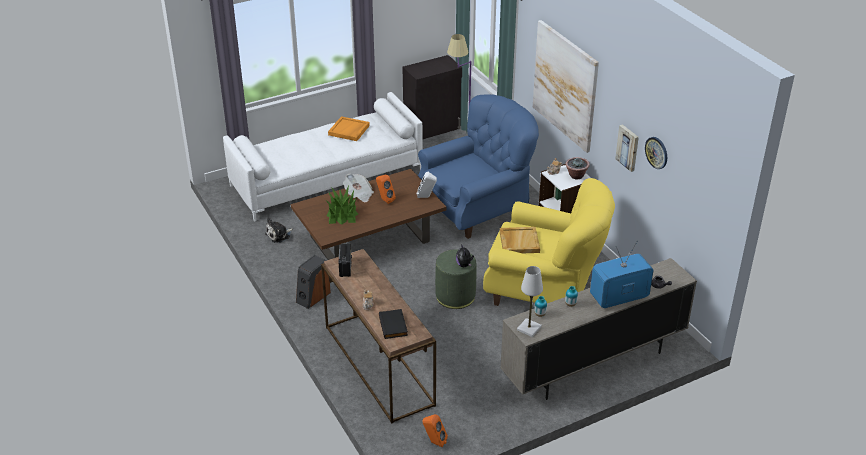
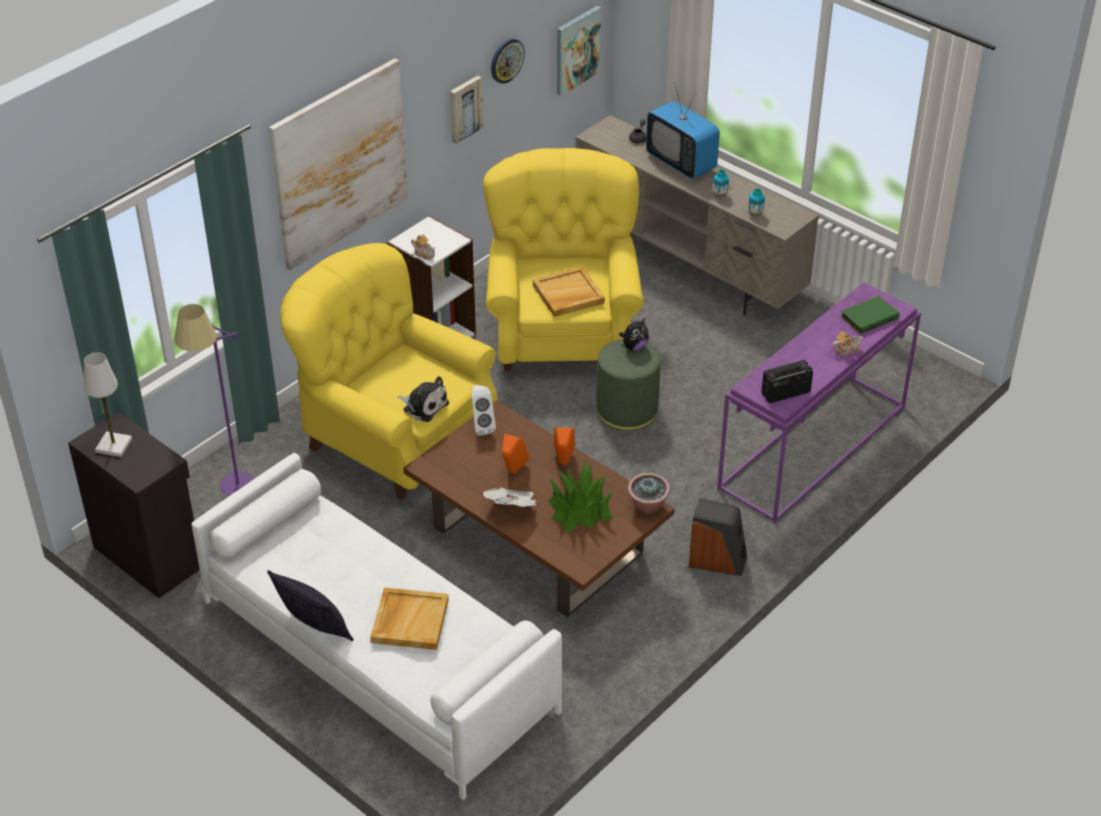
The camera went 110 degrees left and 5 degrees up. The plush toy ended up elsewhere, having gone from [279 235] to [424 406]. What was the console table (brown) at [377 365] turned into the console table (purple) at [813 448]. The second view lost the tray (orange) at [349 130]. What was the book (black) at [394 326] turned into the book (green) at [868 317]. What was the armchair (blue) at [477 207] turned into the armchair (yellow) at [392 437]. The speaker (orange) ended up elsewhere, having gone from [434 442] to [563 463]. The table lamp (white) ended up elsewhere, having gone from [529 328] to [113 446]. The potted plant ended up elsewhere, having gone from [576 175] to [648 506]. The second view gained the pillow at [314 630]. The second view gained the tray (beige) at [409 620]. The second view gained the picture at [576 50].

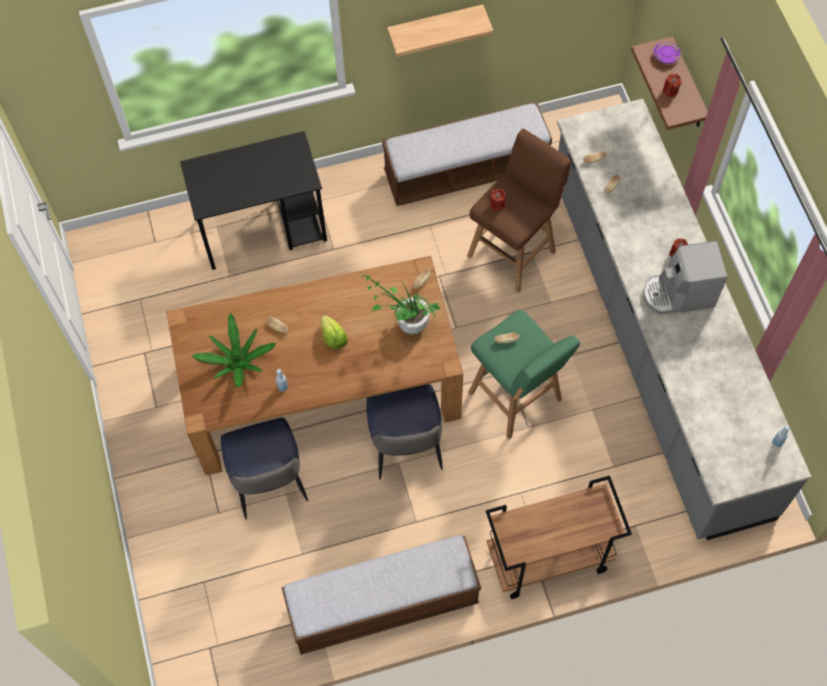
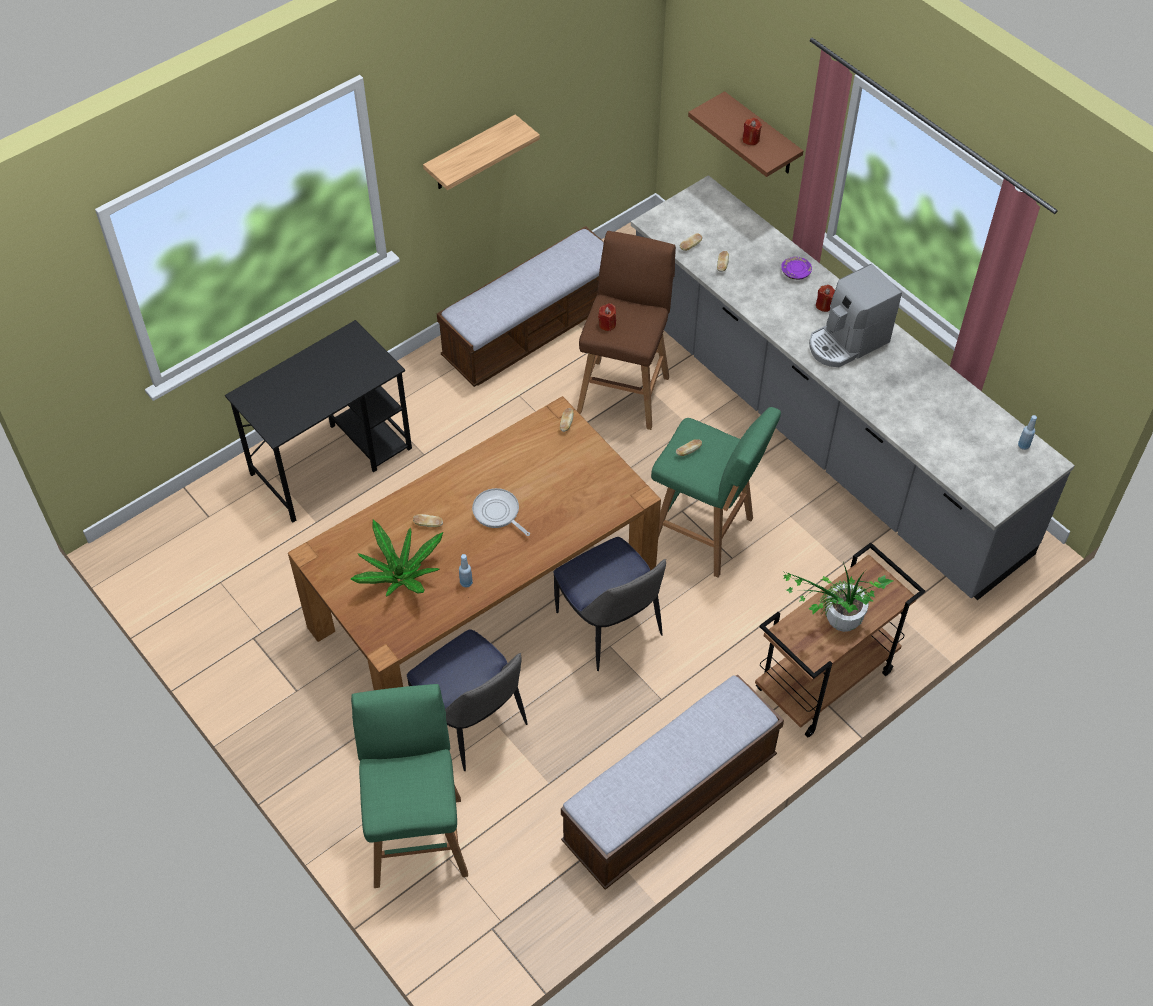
The camera went 25 degrees left and 10 degrees down. Where the lettuce stood at [333 338], the frying pan came to stand at [498 513]. The potted plant ended up elsewhere, having gone from [406 324] to [834 622]. The plate (purple) ended up elsewhere, having gone from [665 56] to [795 272]. The second view gained the stool (green) at [417 837].

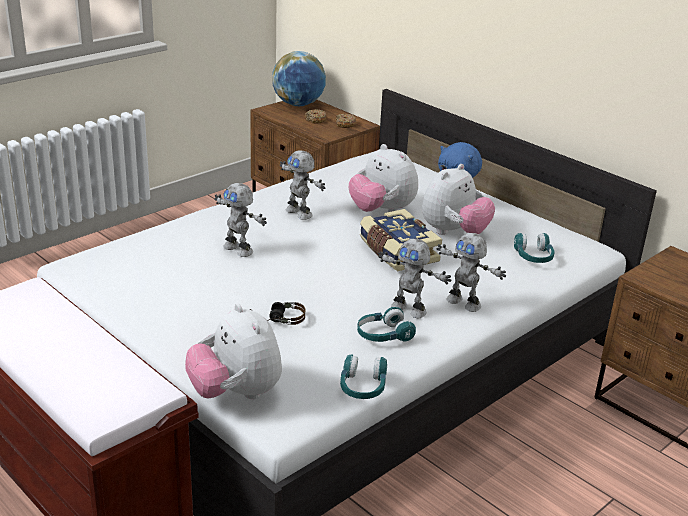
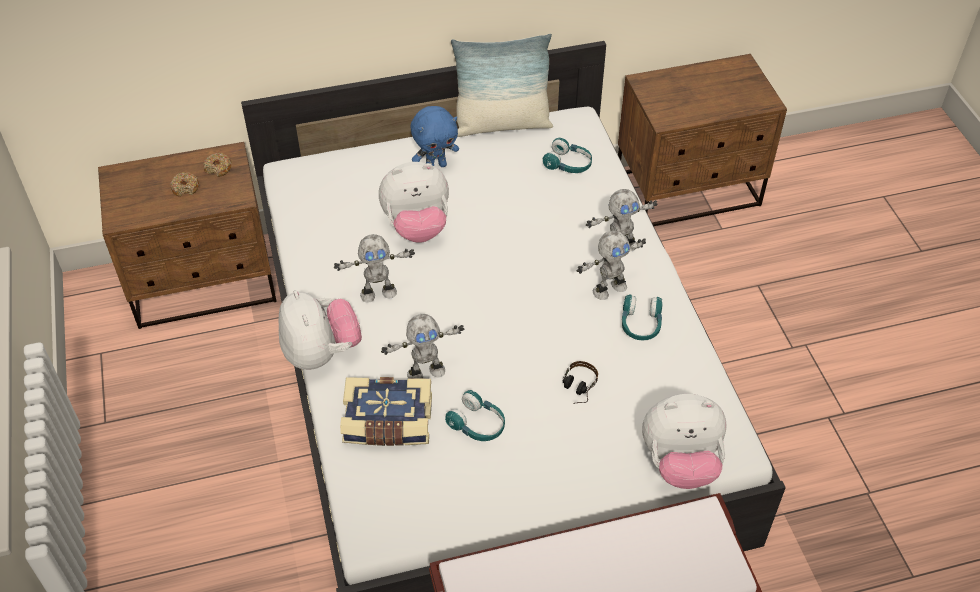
The camera went 60 degrees left and 20 degrees up. The second view lost the globe at [298 104]. The headphones (turquoise) ended up elsewhere, having gone from [362 387] to [477 424]. The book ended up elsewhere, having gone from [397 252] to [388 423]. The plush toy ended up elsewhere, having gone from [454 233] to [321 353]. The second view gained the pillow at [502 125].

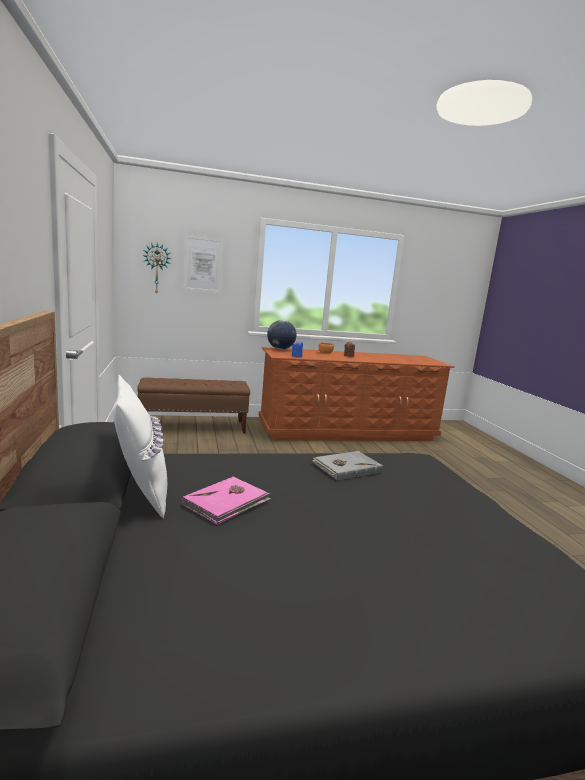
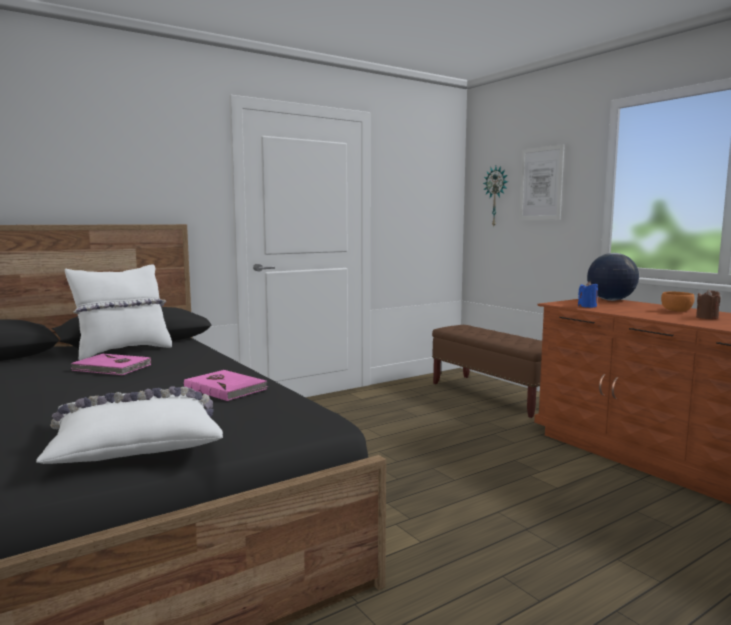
The camera went 70 degrees right and 5 degrees down. What was the book (grey) at [346 467] turned into the book (pink) at [226 388]. The second view gained the pillow (white) at [136 441].

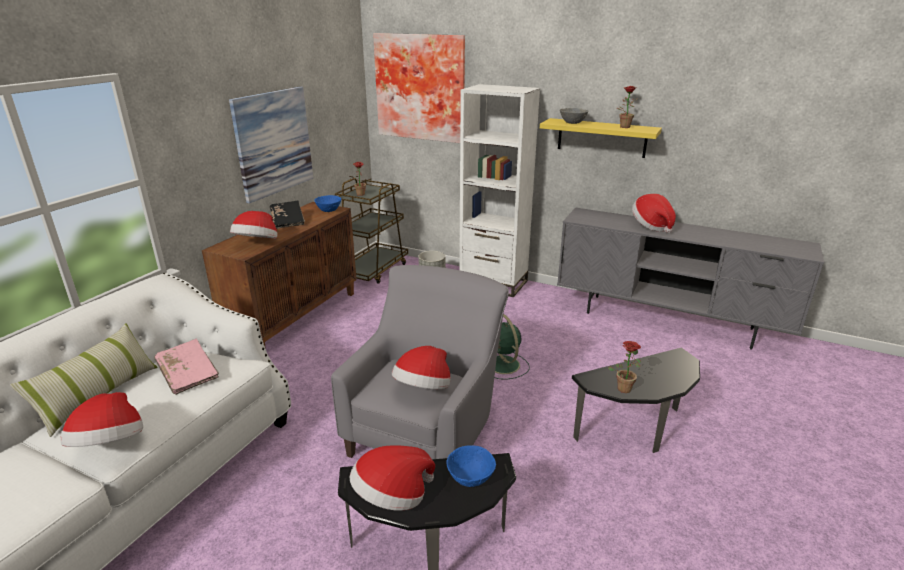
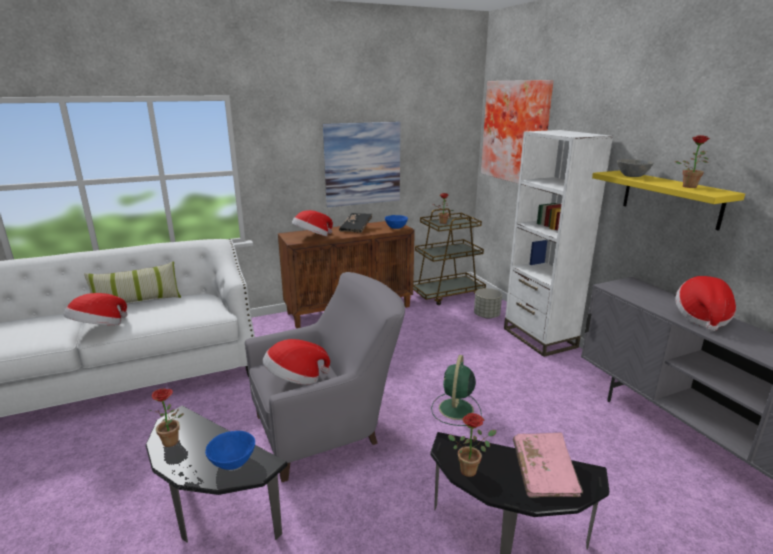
The camera went 40 degrees right and 5 degrees down. The book (pink) ended up elsewhere, having gone from [188 374] to [544 473]. Where the hat stood at [392 497], the potted plant came to stand at [174 442].

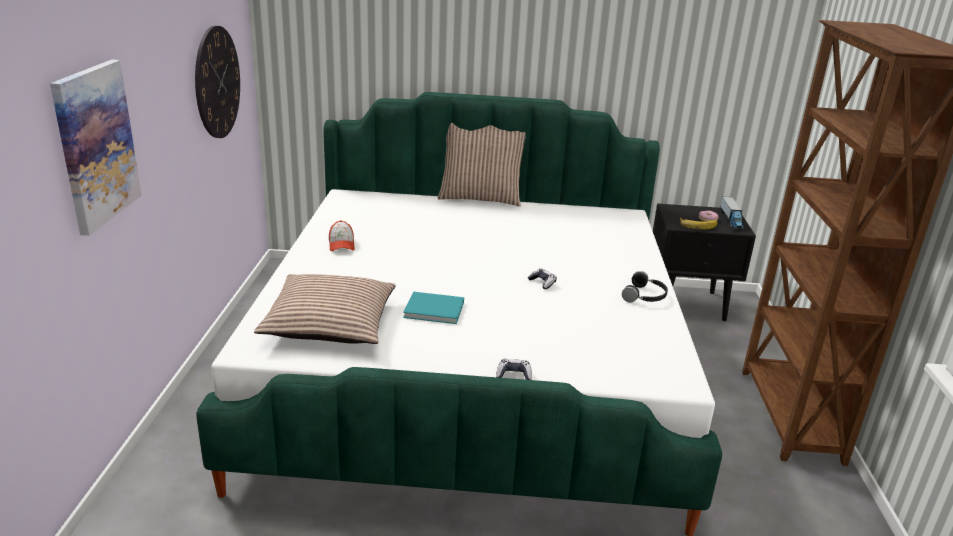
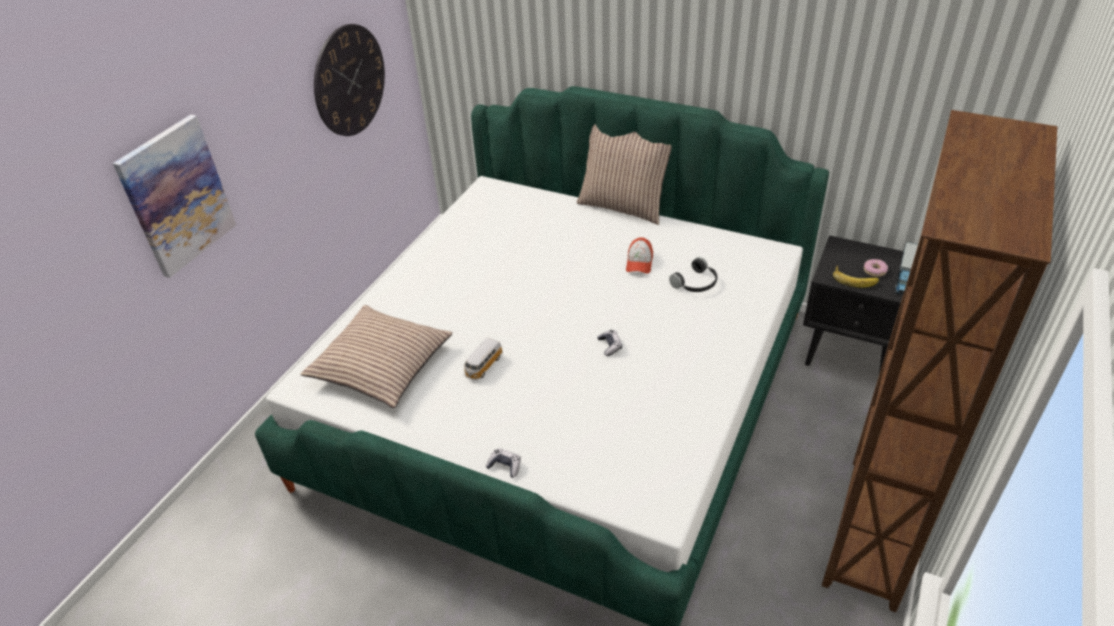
The camera went 25 degrees right and 15 degrees up. The cap ended up elsewhere, having gone from [341 244] to [639 262]. Where the book (turquoise) stood at [436 310], the toy car came to stand at [483 366]. The headphones (black) ended up elsewhere, having gone from [645 296] to [696 283].

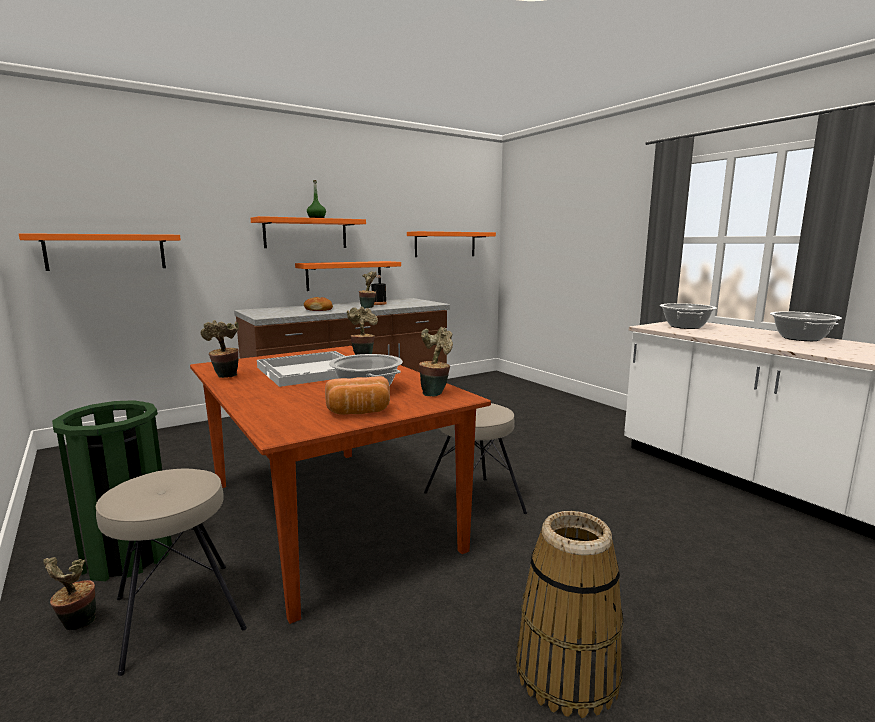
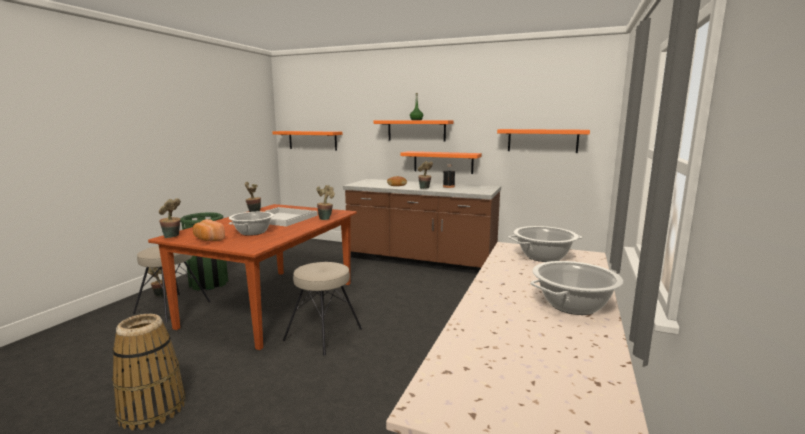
The camera went 55 degrees right and 0 degrees up. The potted plant ended up elsewhere, having gone from [435 393] to [172 237].

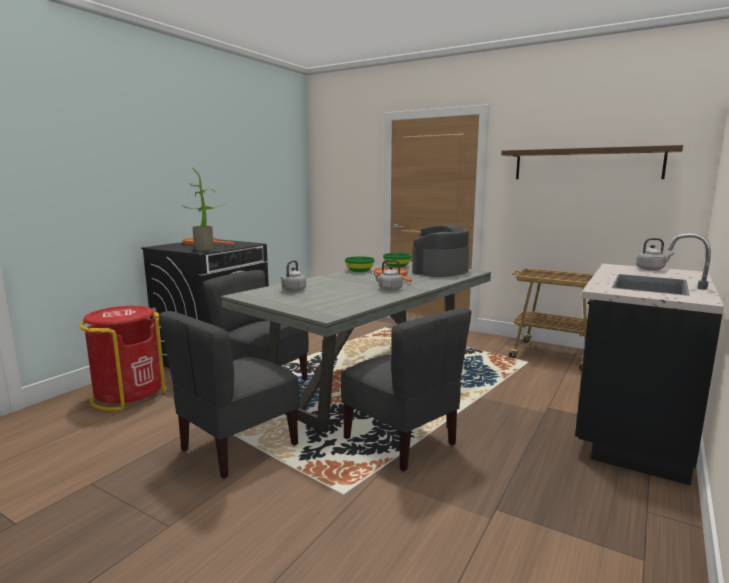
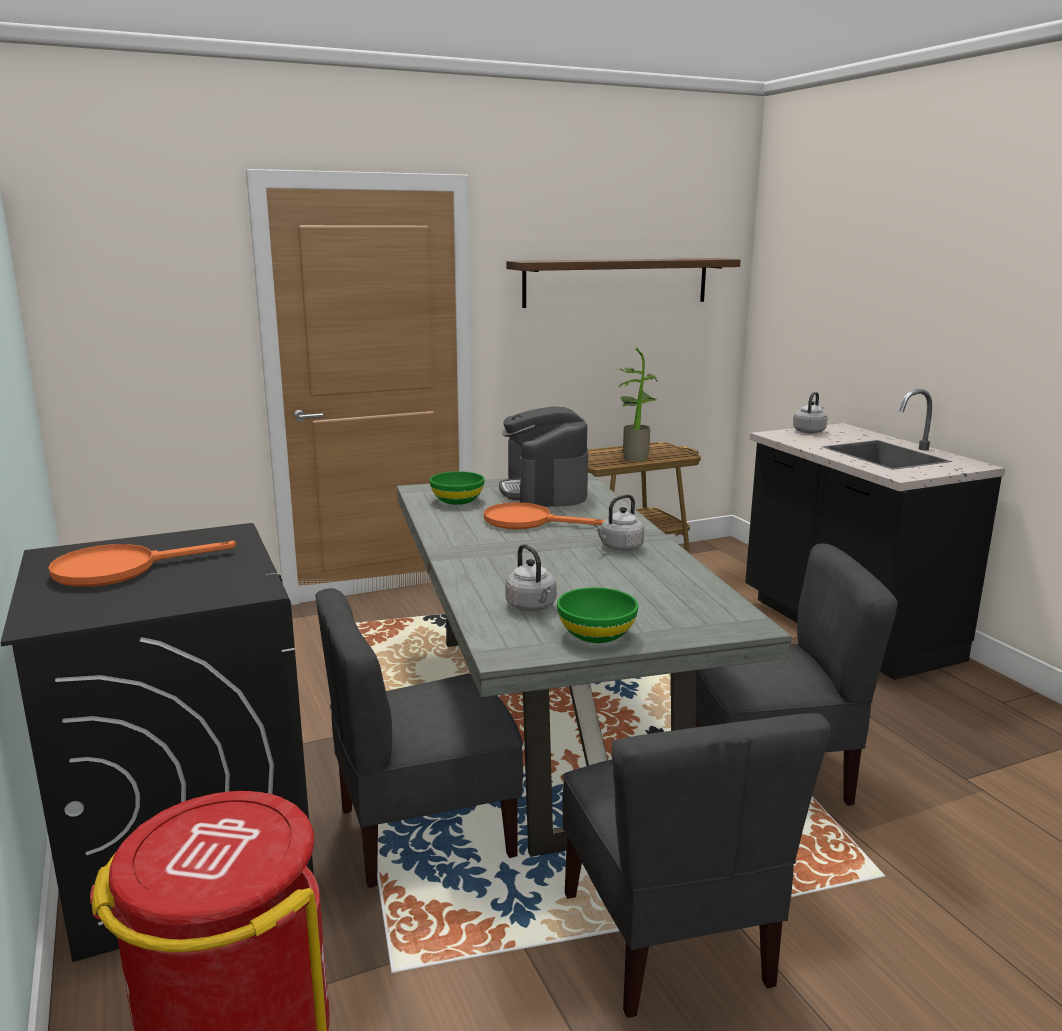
The camera went 55 degrees left and 5 degrees up. The potted plant ended up elsewhere, having gone from [206 249] to [634 457]. The bowl (green) ended up elsewhere, having gone from [359 271] to [596 634].

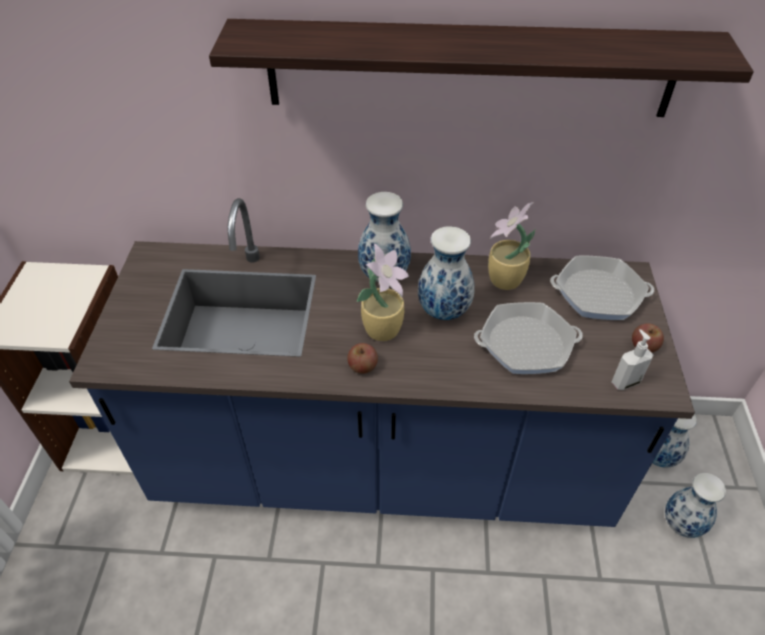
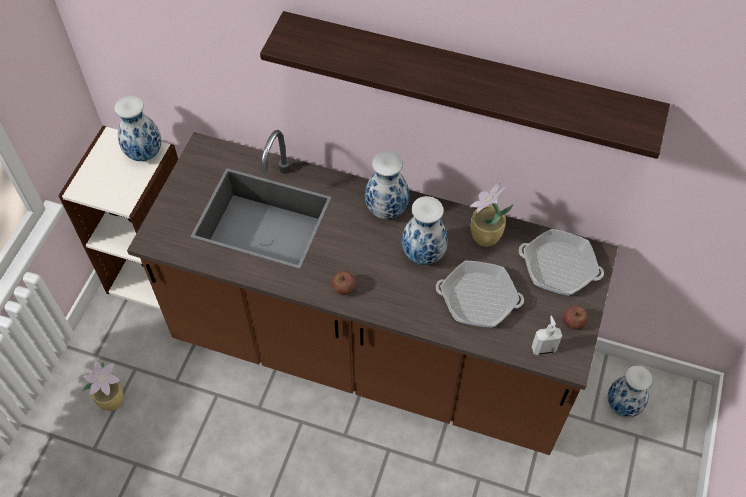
The camera went 15 degrees right and 10 degrees up. What was the counter (blue) at [382 466] turned into the counter (brown) at [373 354]. The potted plant ended up elsewhere, having gone from [383 328] to [113 400]. The vase ended up elsewhere, having gone from [682 525] to [144 154].

